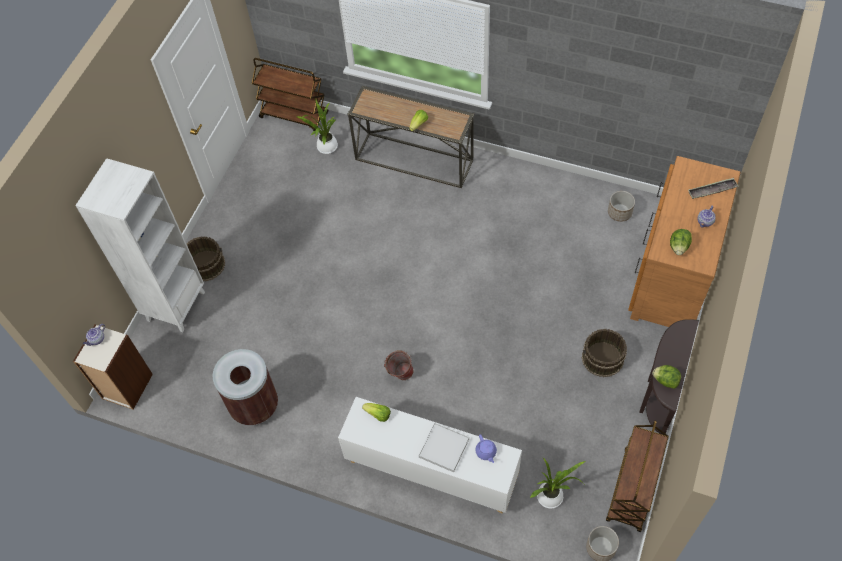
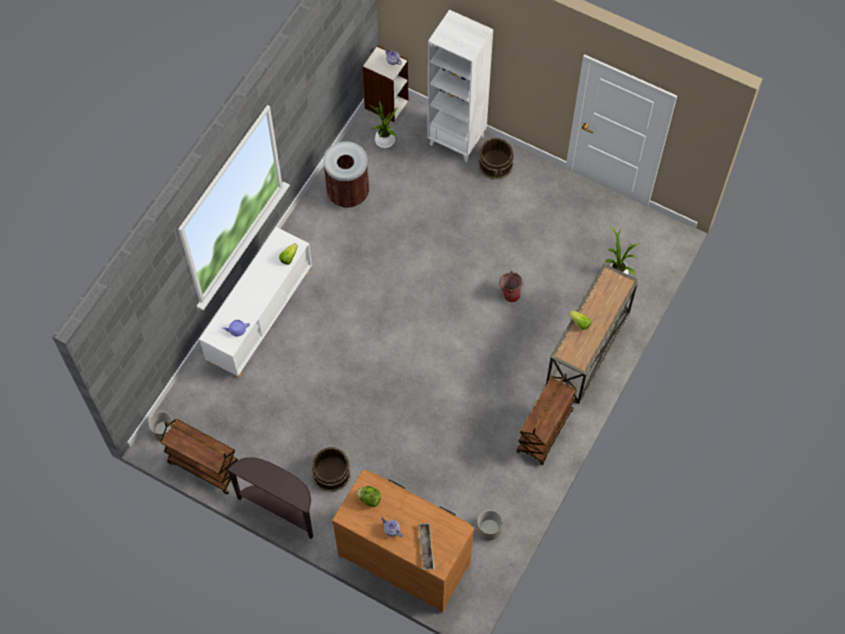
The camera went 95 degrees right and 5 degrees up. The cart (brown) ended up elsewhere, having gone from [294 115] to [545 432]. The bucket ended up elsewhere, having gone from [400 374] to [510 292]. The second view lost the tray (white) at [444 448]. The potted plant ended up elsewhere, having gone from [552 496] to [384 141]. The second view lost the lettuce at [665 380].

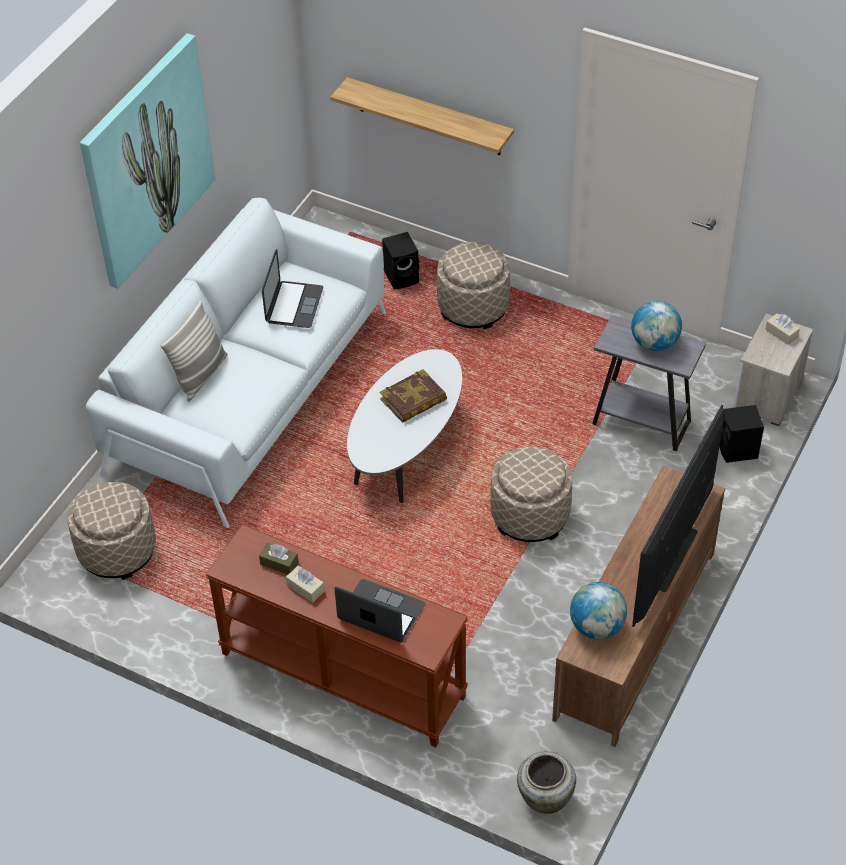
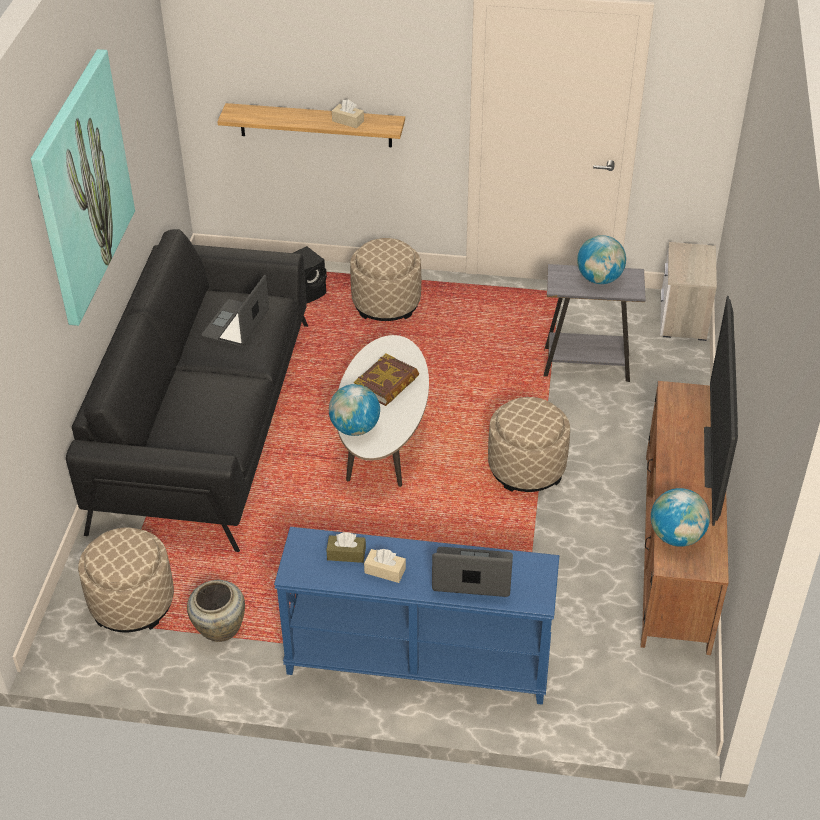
The camera went 20 degrees left and 5 degrees down. What was the sofa (white) at [249 391] turned into the sofa (black) at [204 422]. The second view lost the pillow at [200 375]. What was the console table (brown) at [341 676] turned into the console table (blue) at [417 662]. The laptop at [294 305] ended up facing another way, 150 degrees counterclockwise from before. The vase (beige) ended up elsewhere, having gone from [544 799] to [219 629]. The second view lost the speaker (black) at [738 451]. The tissue box (beige) ended up elsewhere, having gone from [781 333] to [348 121]. The second view gained the globe at [355 428].

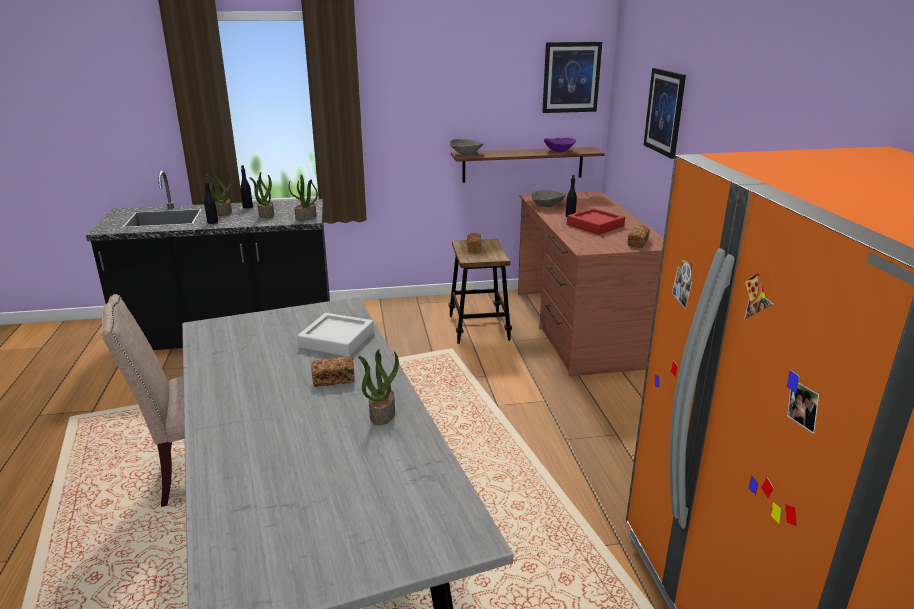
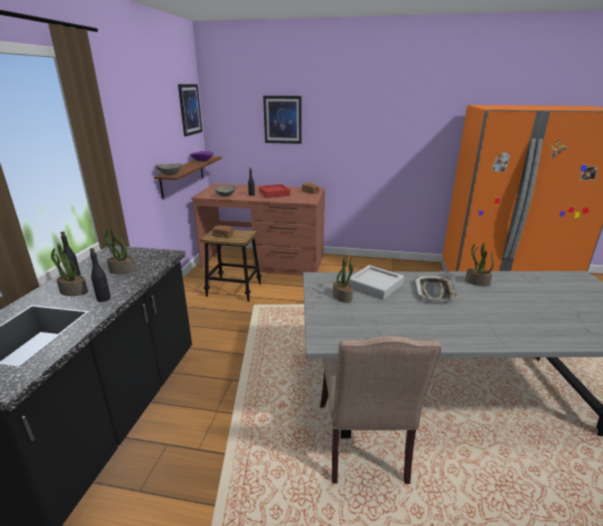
The camera went 70 degrees left and 0 degrees up. The potted plant ended up elsewhere, having gone from [306 217] to [342 297]. Where the bread stood at [333 379], the tray came to stand at [434 292].

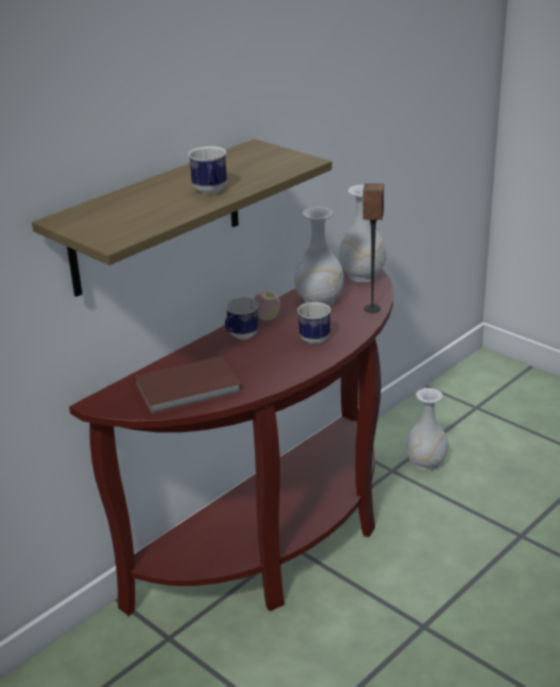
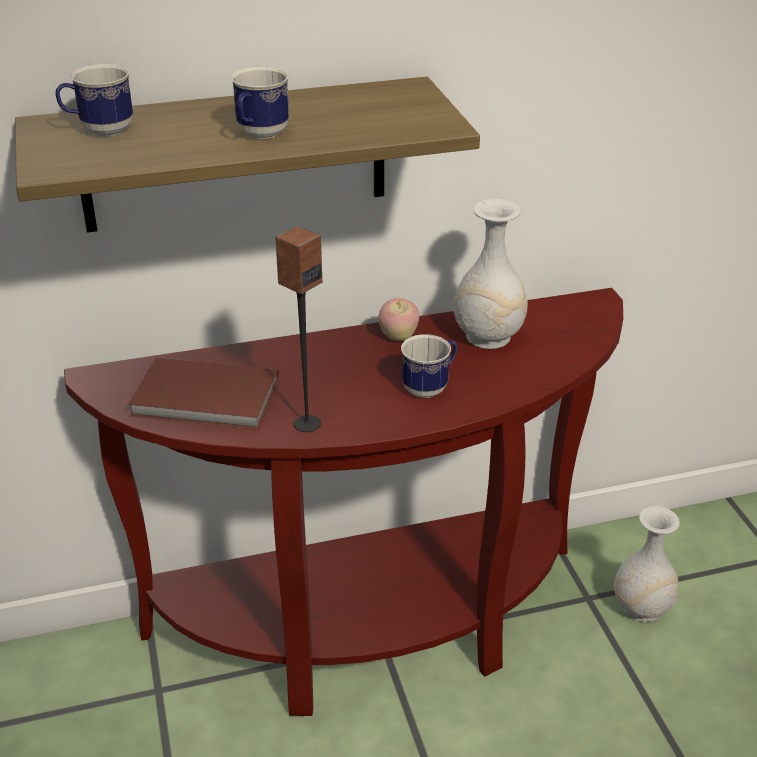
The camera went 30 degrees right and 5 degrees up. The mug ended up elsewhere, having gone from [240 337] to [99 131]. The second view lost the vase (white) at [361 276]. The speaker ended up elsewhere, having gone from [371 308] to [306 423].

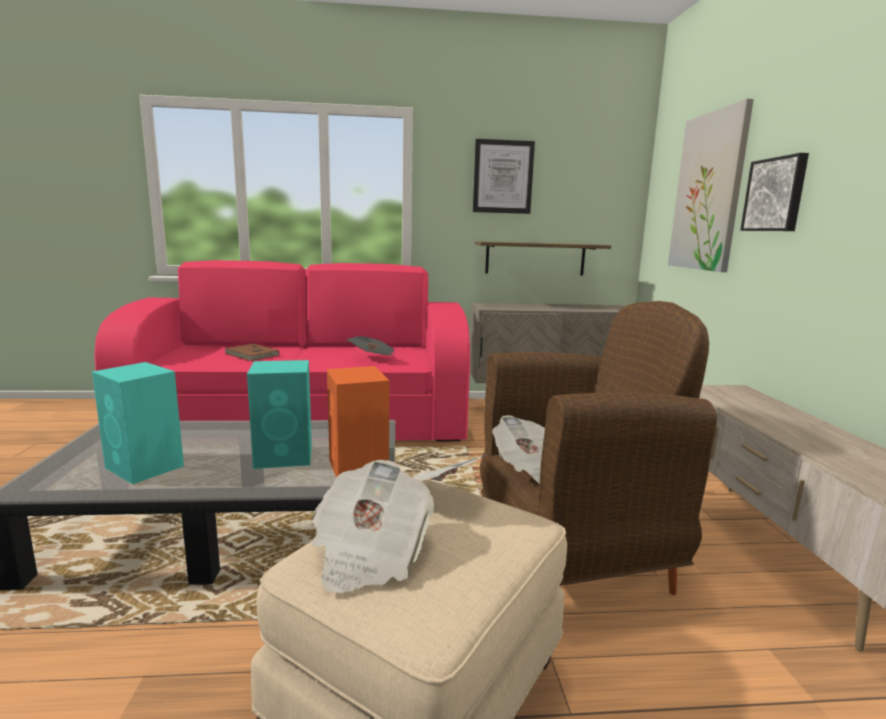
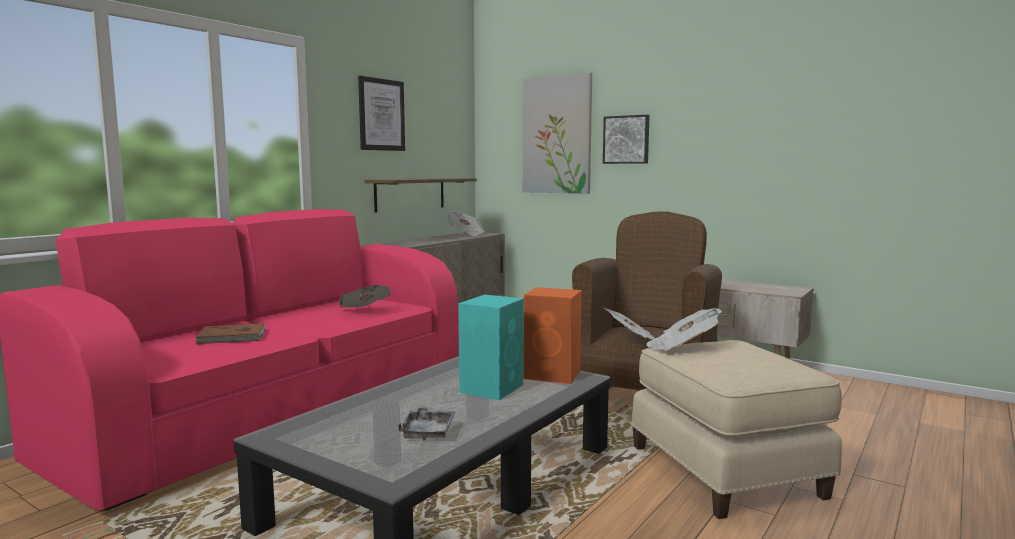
The camera went 50 degrees left and 5 degrees down. Where the speaker (turquoise) stood at [145 467], the tray (grey) came to stand at [428 431]. The newspaper ended up elsewhere, having gone from [369 554] to [466 234].

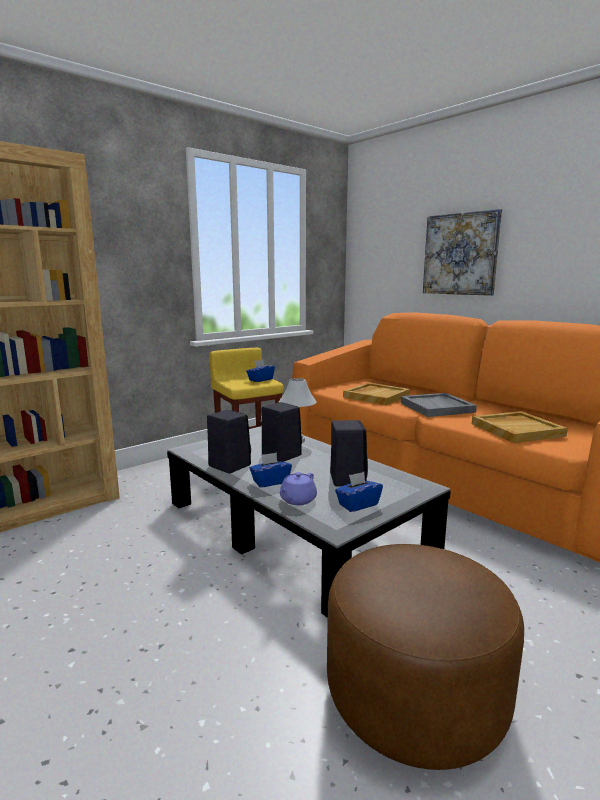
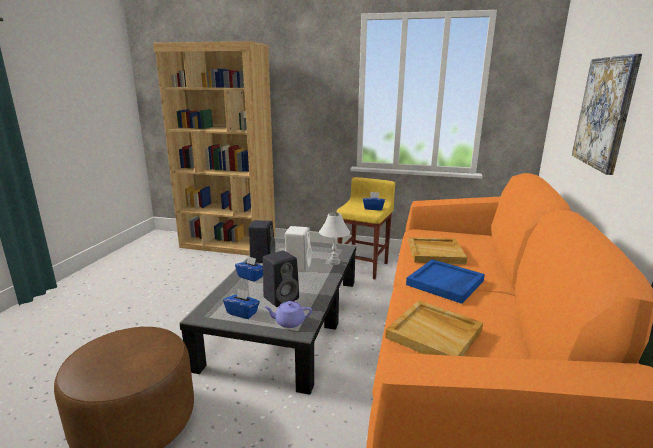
The camera went 55 degrees right and 5 degrees up. What was the speaker (black) at [280 455] turned into the speaker (white) at [298 266]. The teapot (purple) ended up elsewhere, having gone from [297 500] to [289 322]. What was the tray (grey) at [437 407] turned into the tray (blue) at [445 283].

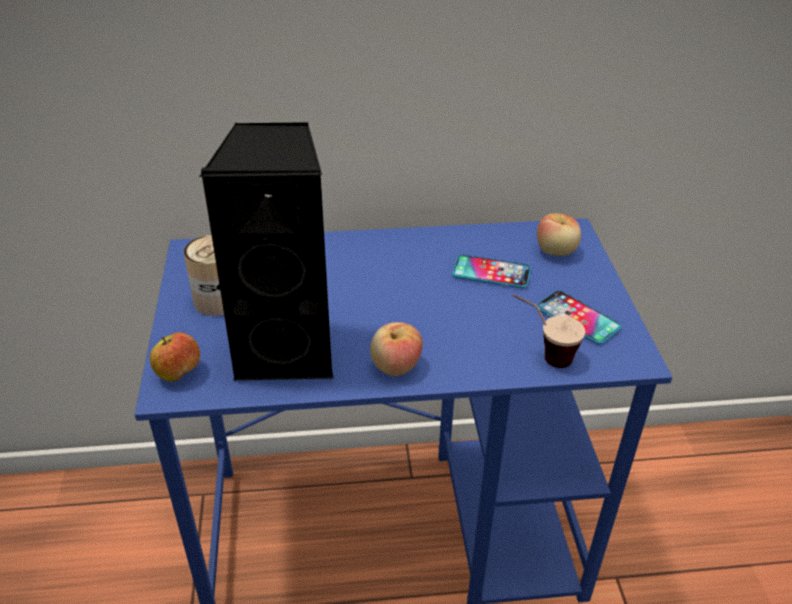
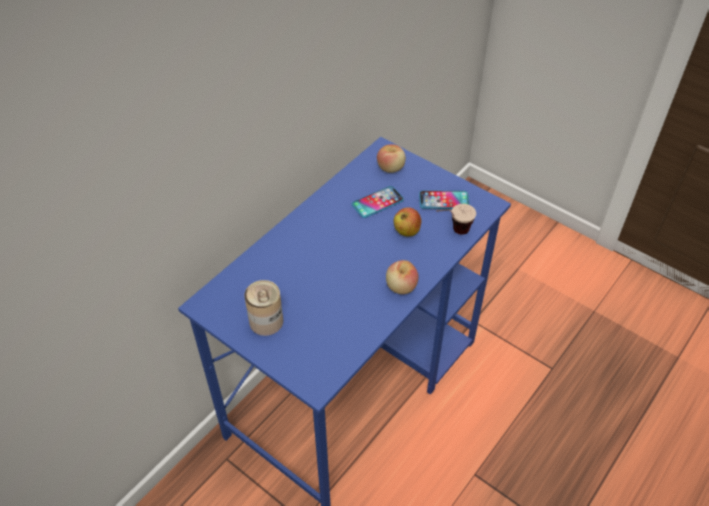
The camera went 45 degrees left and 10 degrees up. The apple ended up elsewhere, having gone from [178 373] to [406 231]. The second view lost the speaker (black) at [288 351].

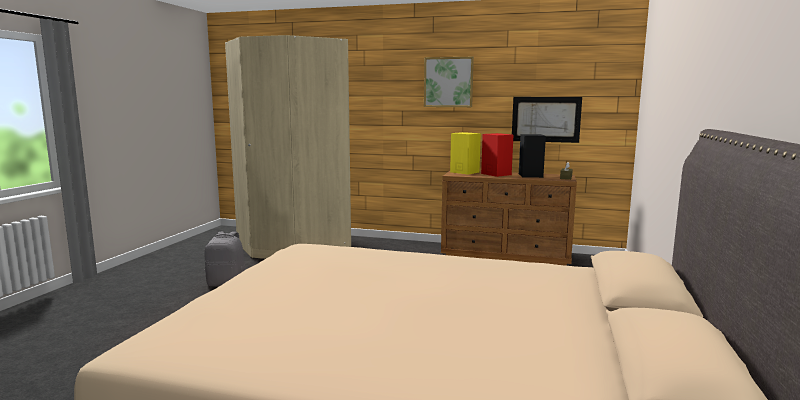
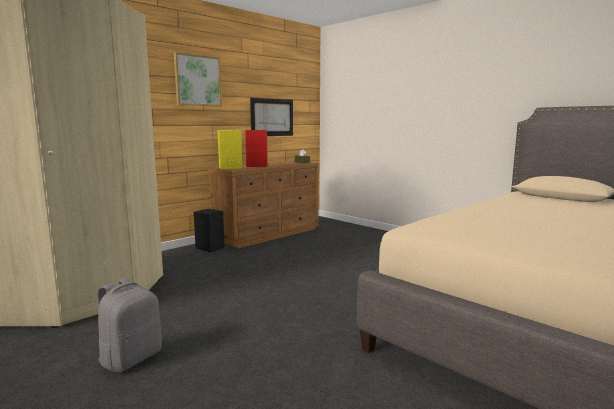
The camera went 60 degrees left and 0 degrees up. The speaker (black) ended up elsewhere, having gone from [530 175] to [210 248].

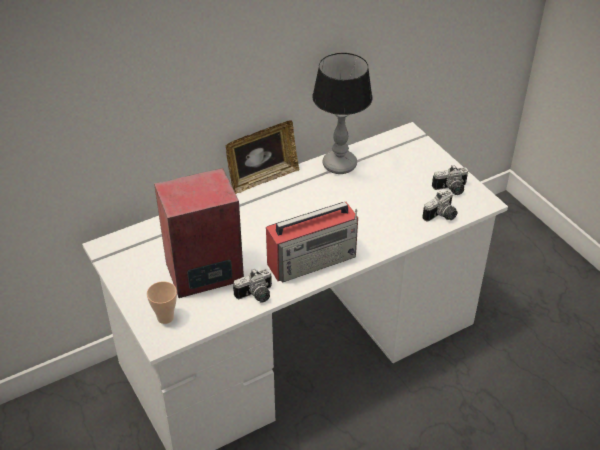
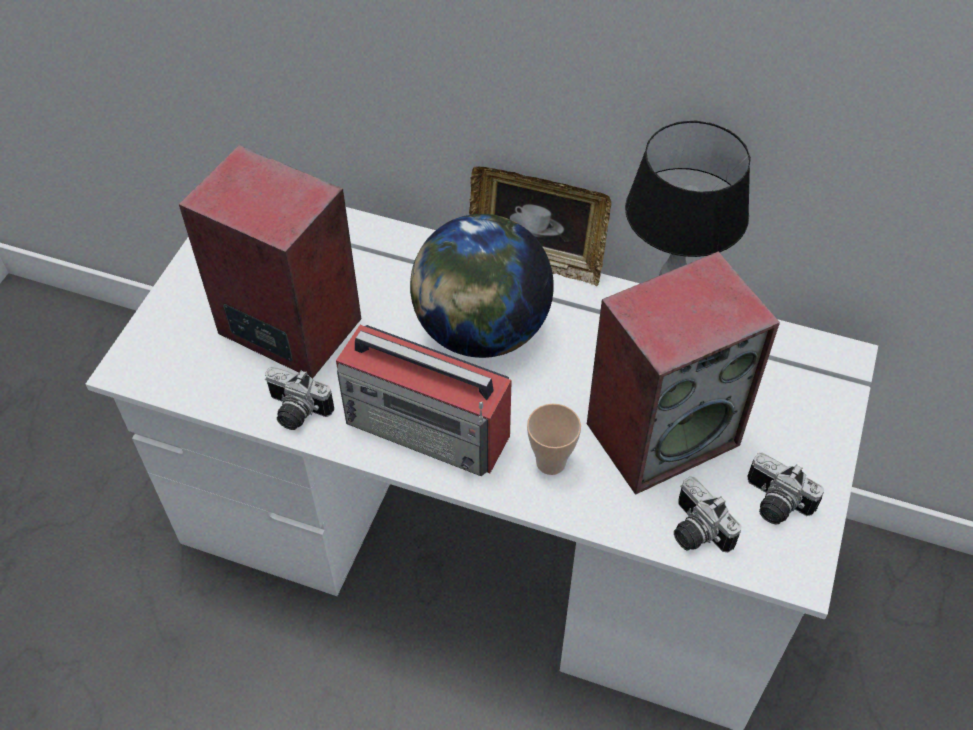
The camera went 50 degrees right and 10 degrees up. The cup ended up elsewhere, having gone from [165 317] to [551 462]. The photo camera at [442 216] ended up facing another way, 45 degrees clockwise from before. The second view gained the globe at [481 331]. The second view gained the speaker at [663 432].

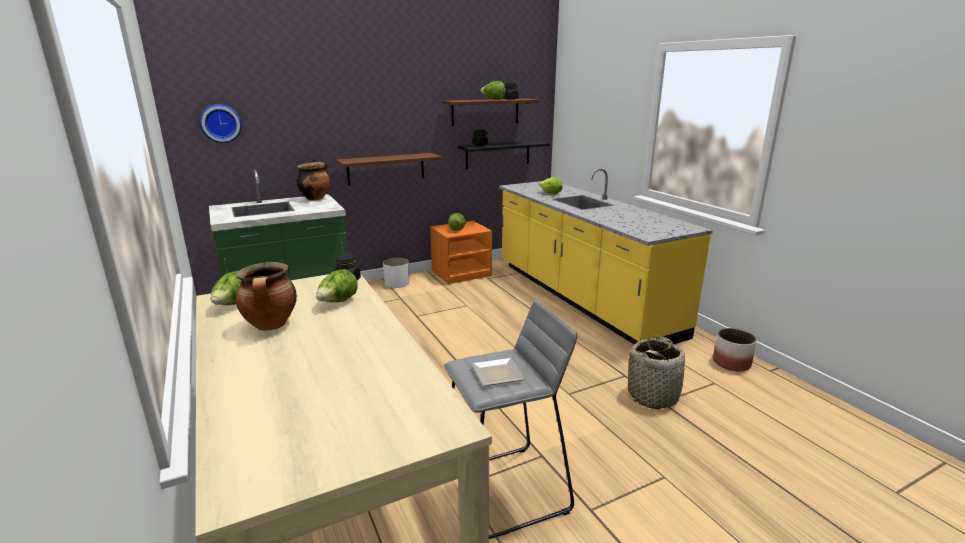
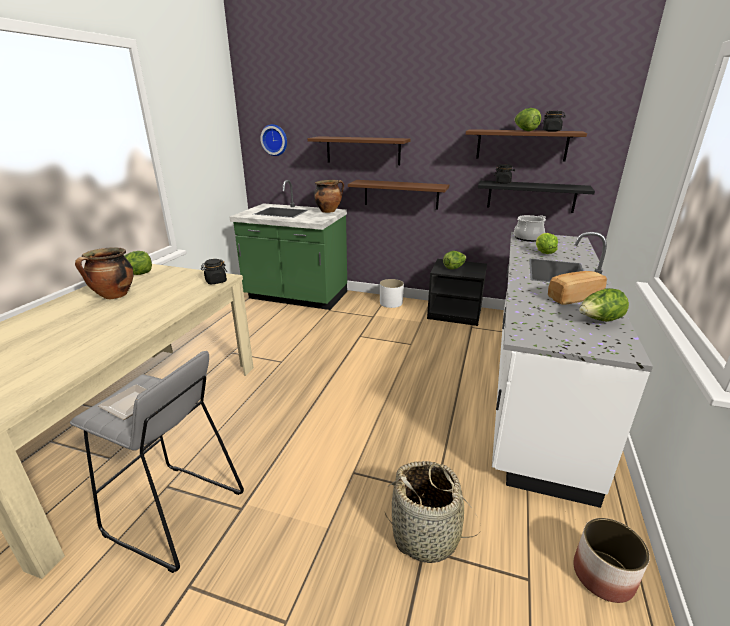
The camera went 45 degrees right and 5 degrees up. The lettuce ended up elsewhere, having gone from [338 302] to [599 321]. What was the nightstand (orange) at [461 273] turned into the nightstand (black) at [455 313]. What was the counter (yellow) at [581 298] turned into the counter (white) at [534 386]. The second view gained the shelf (brown) at [363 150]. The second view gained the cooking pot at [528 238]. The second view gained the bread at [573 297].

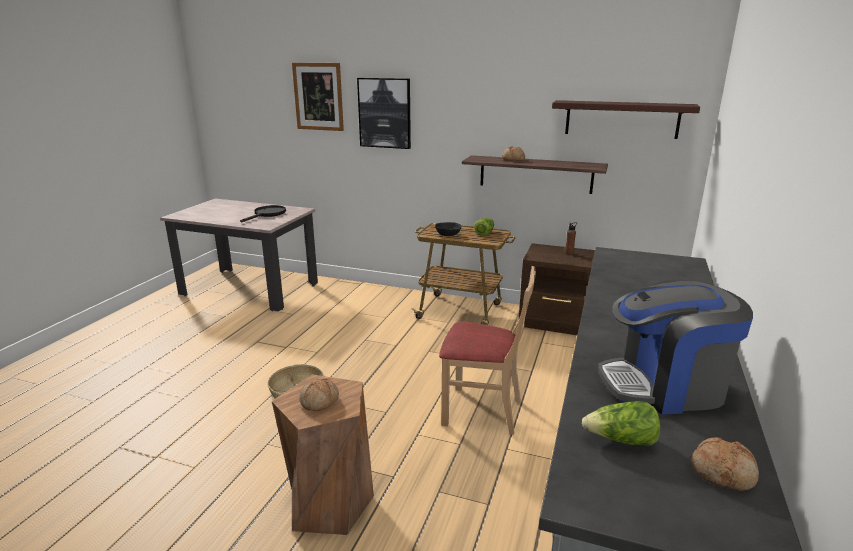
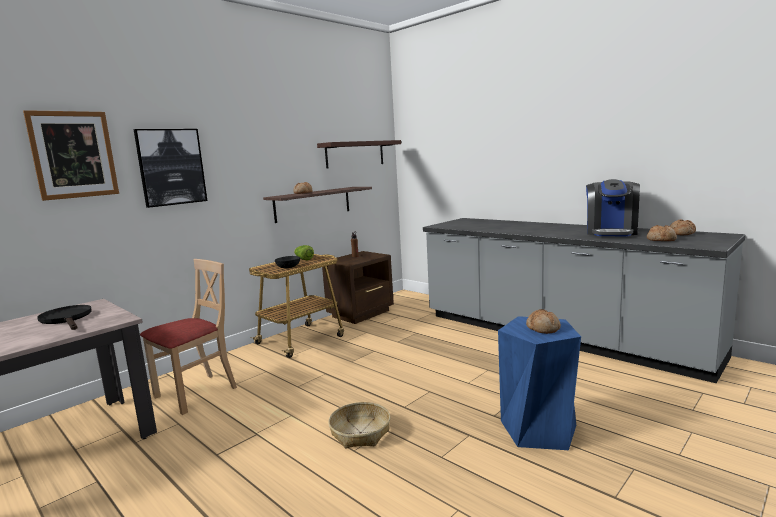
The camera went 65 degrees left and 10 degrees down. What was the stool (brown) at [329 503] turned into the stool (blue) at [539 429]. The chair (beige) ended up elsewhere, having gone from [482 411] to [196 393]. Where the lettuce stood at [621 440], the bread came to stand at [661 239].

